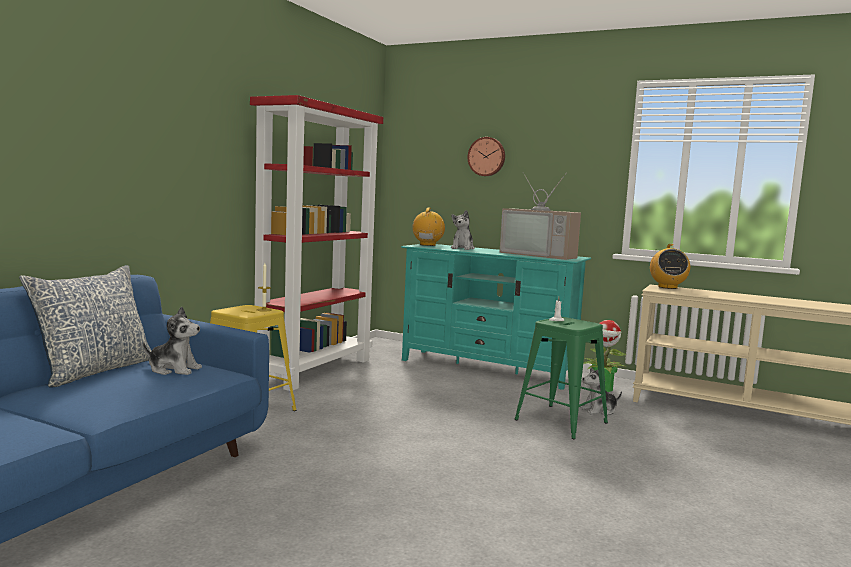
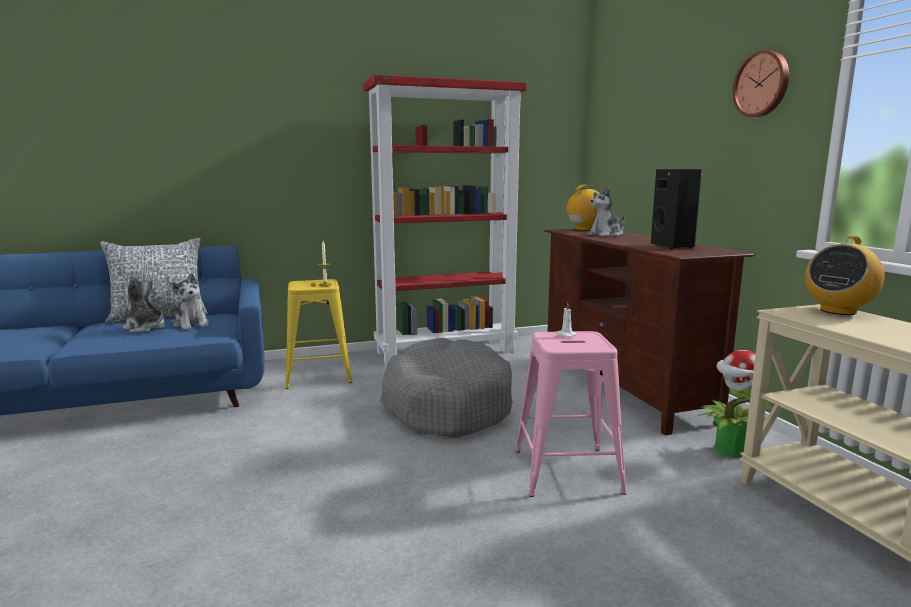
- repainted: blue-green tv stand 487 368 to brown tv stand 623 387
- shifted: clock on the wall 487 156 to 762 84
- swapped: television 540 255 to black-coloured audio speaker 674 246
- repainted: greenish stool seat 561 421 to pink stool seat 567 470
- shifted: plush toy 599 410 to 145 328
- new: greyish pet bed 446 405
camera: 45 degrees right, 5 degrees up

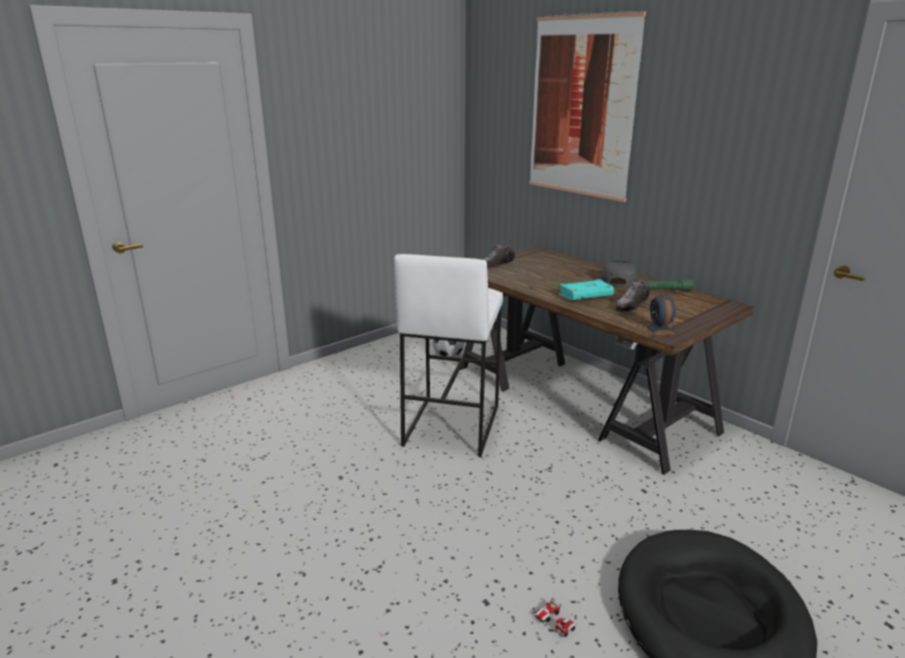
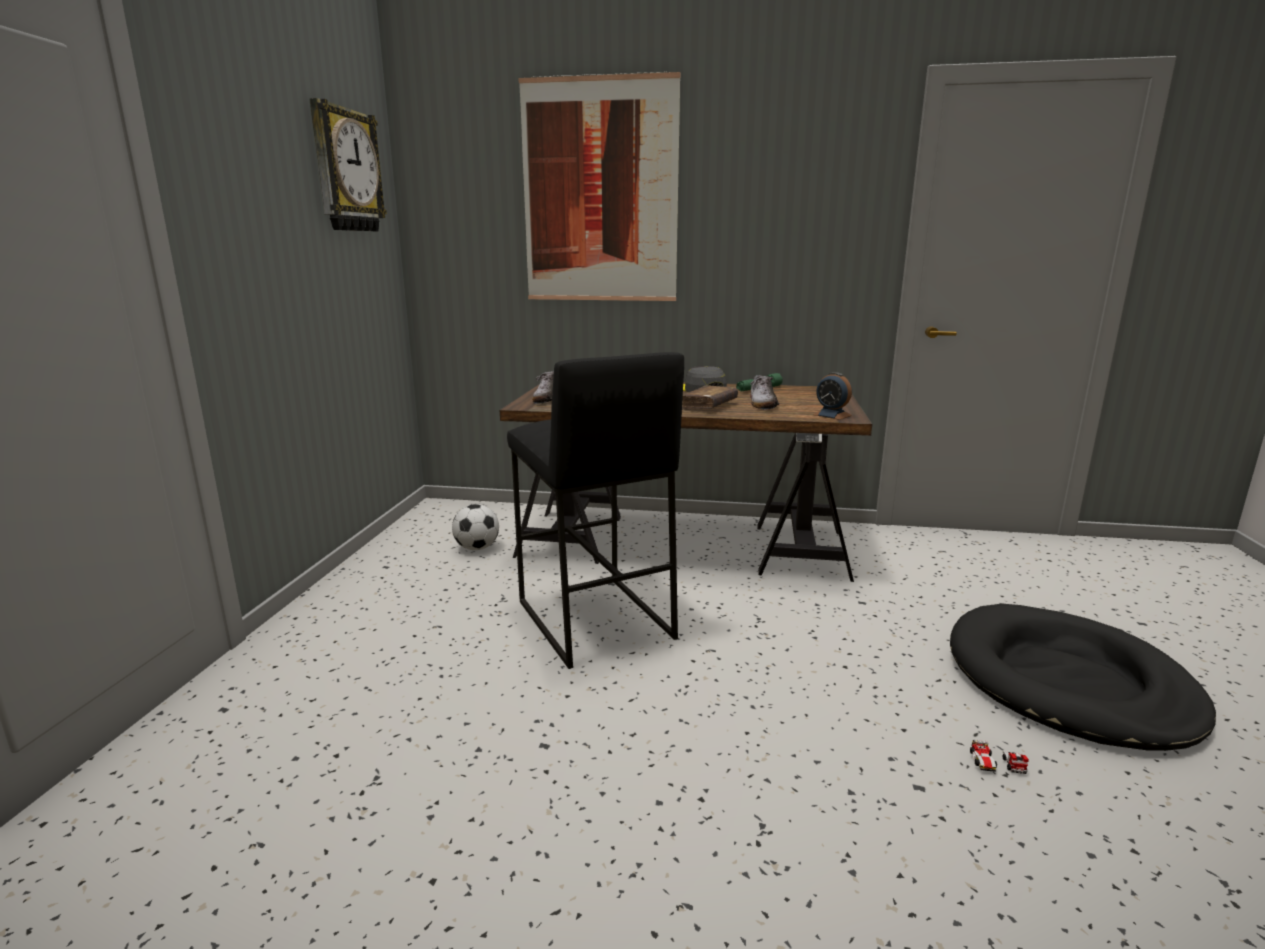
- repainted: whitish stool seat 450 425 to black-coloured stool seat 592 619
- repainted: blue-green bound book 585 297 to brown bound book 708 406
- new: clock on the wall 346 171
camera: 40 degrees left, 5 degrees down

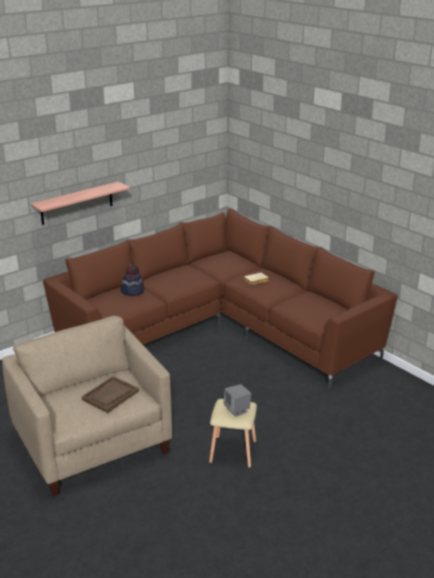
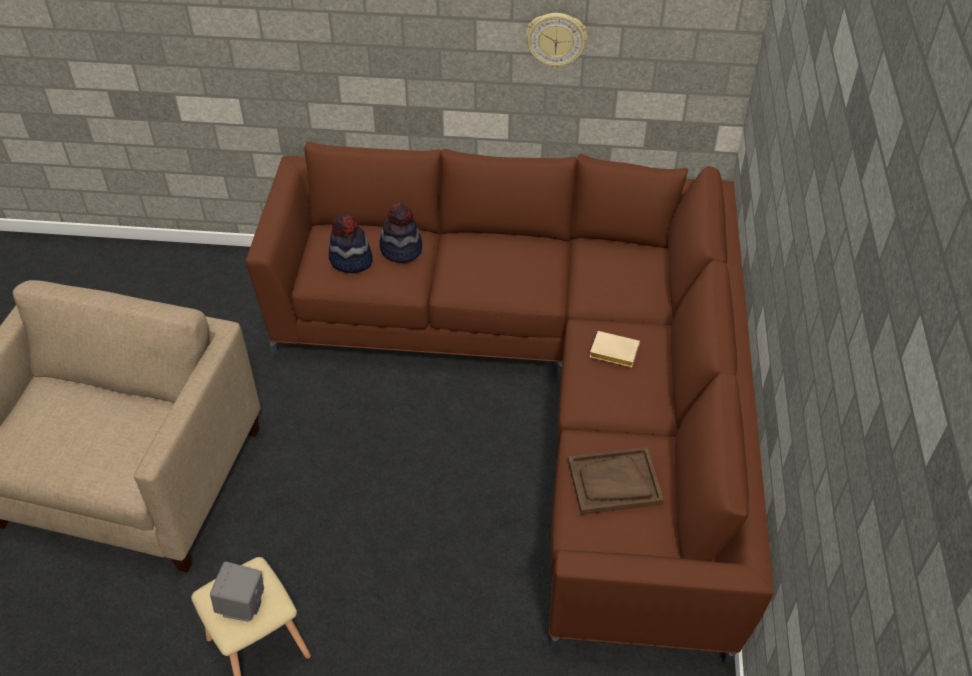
- gone: wall shelf 77 203
- shifted: brown serving tray 110 395 to 614 482
- new: hat 350 260
- new: clock on the wall 556 39
camera: 45 degrees right, 20 degrees up

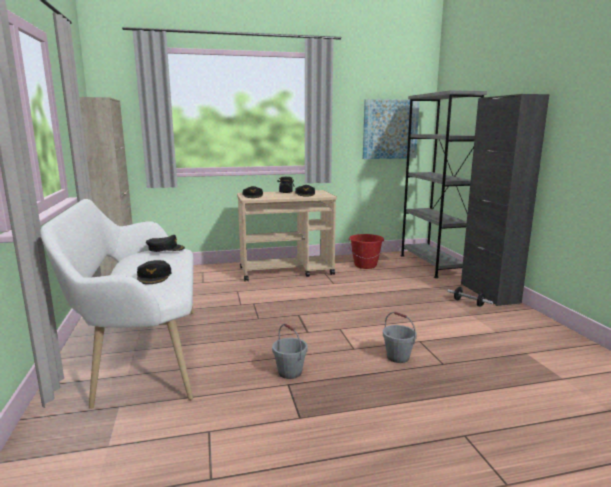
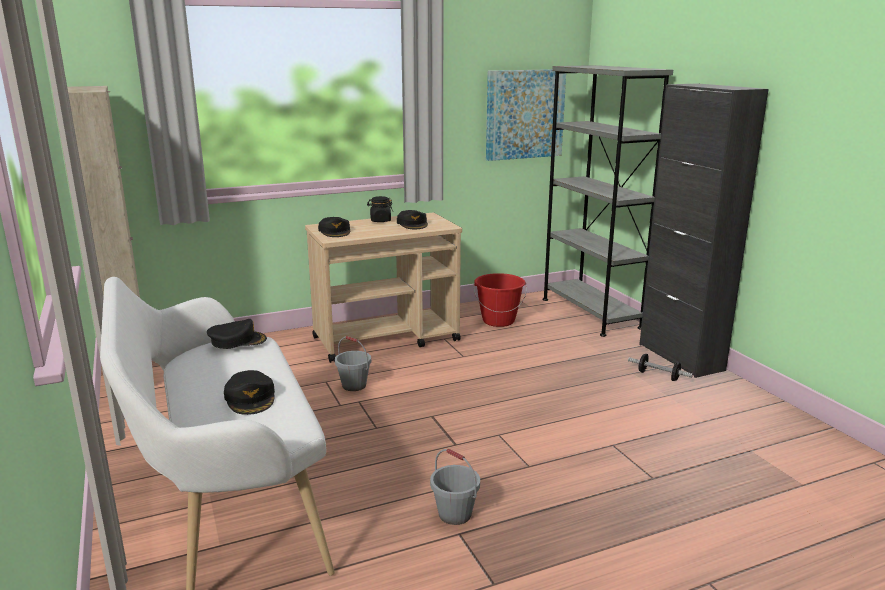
- shifted: greyish bucket 398 357 to 354 385
camera: 10 degrees left, 5 degrees up

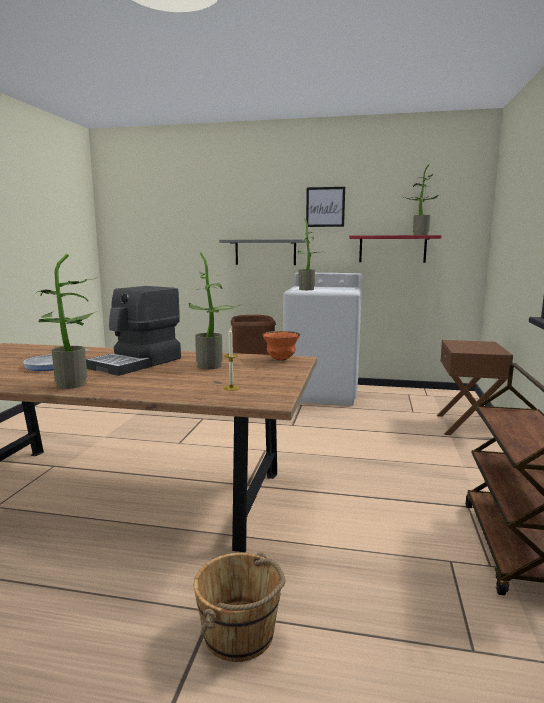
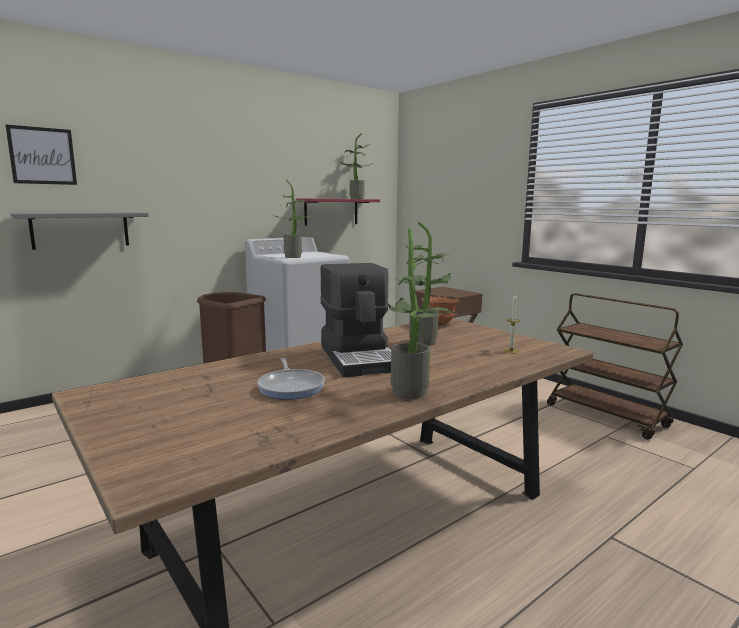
- gone: brown bucket 240 634
- shifted: greyish wall shelf 265 252 to 81 230
- shifted: picture 325 207 to 42 156
camera: 50 degrees left, 0 degrees up

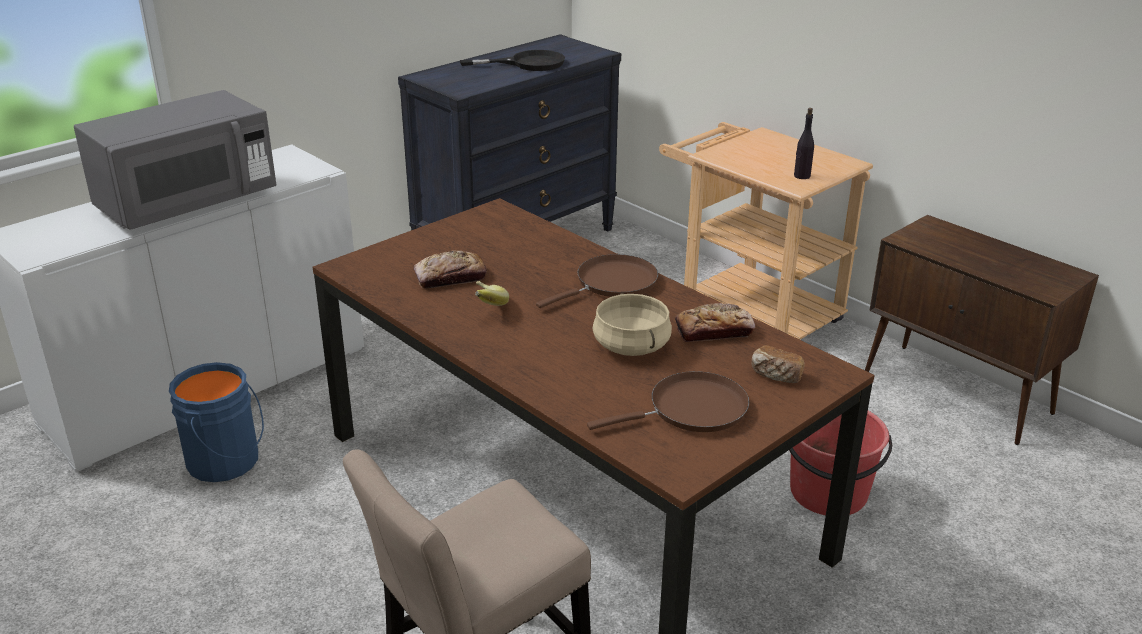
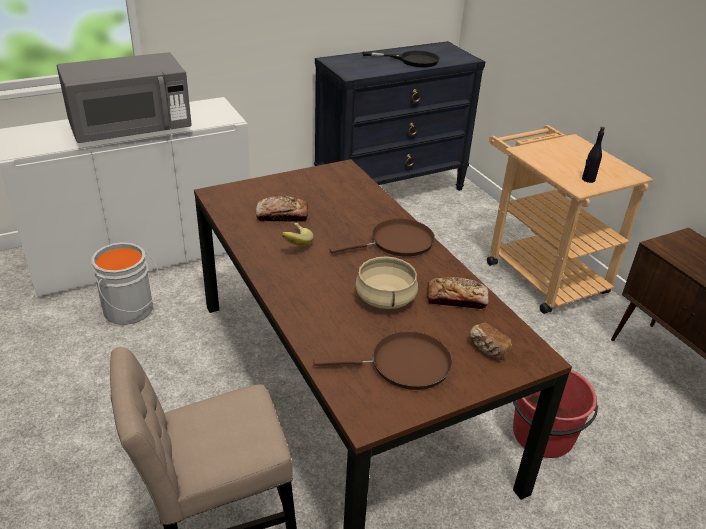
- repainted: blue-coloured bucket 226 461 to greyish bucket 130 310
camera: 15 degrees right, 5 degrees up

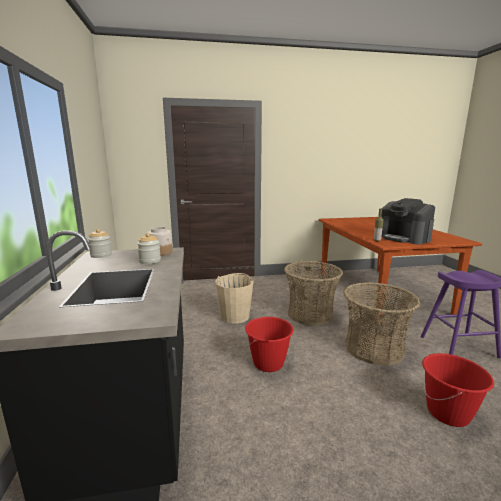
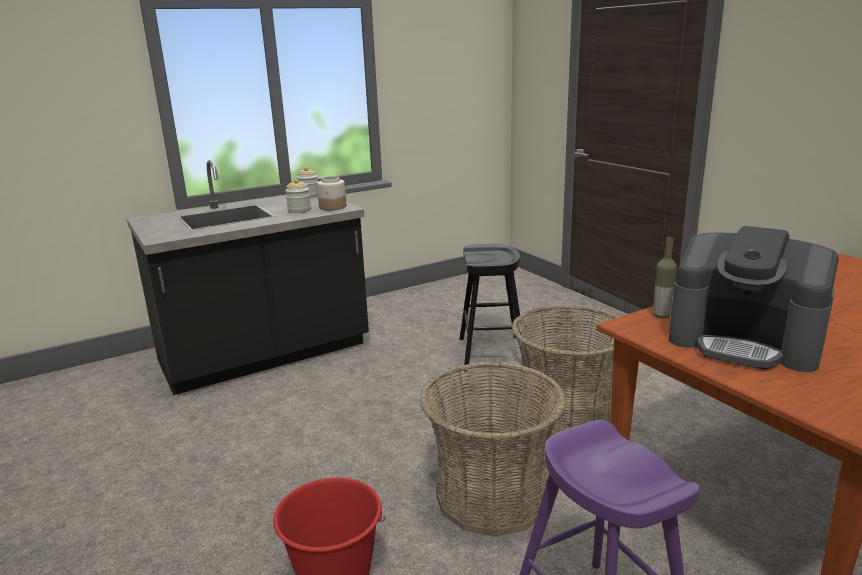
- swapped: sand-coloured bucket 235 316 to black-coloured stool seat 491 353
- gone: reddish bucket 268 363
- rotated: coffee machine 403 238 = 745 342 90 degrees counterclockwise
camera: 70 degrees right, 5 degrees up

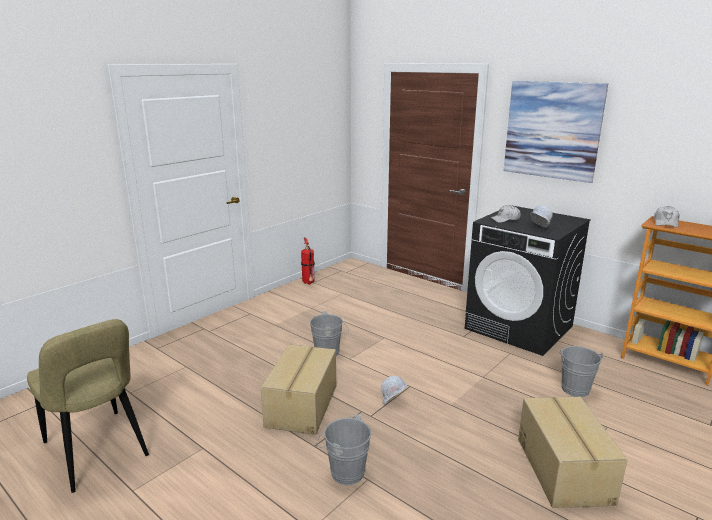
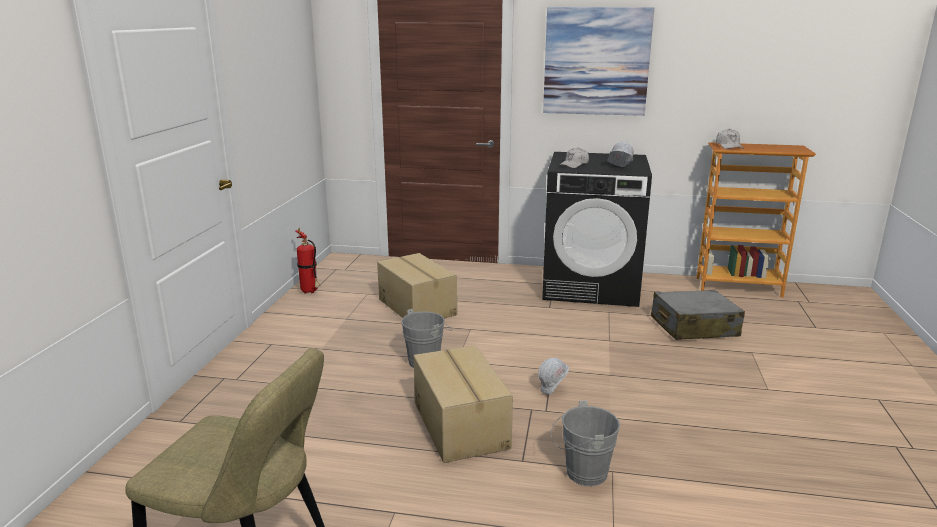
- shifted: cardboard box 564 469 to 417 307
- swapped: greyish bucket 574 387 to greyish suitcase 693 327
camera: 30 degrees left, 0 degrees up

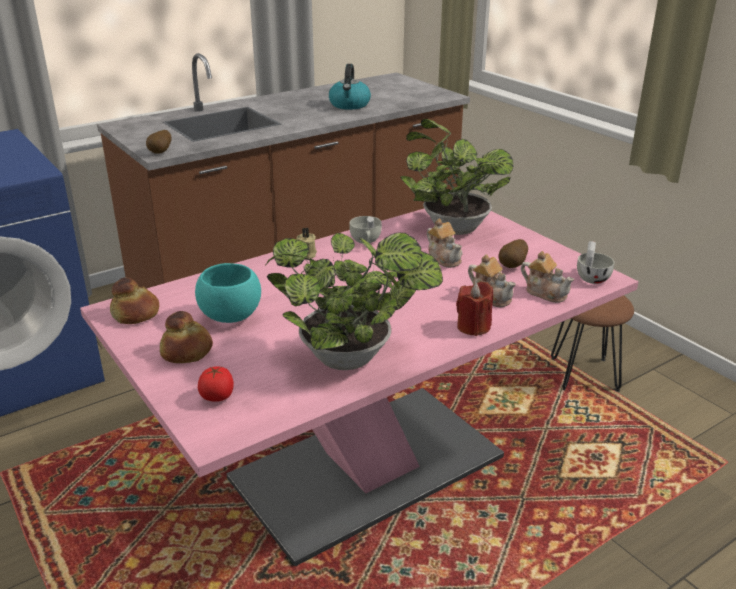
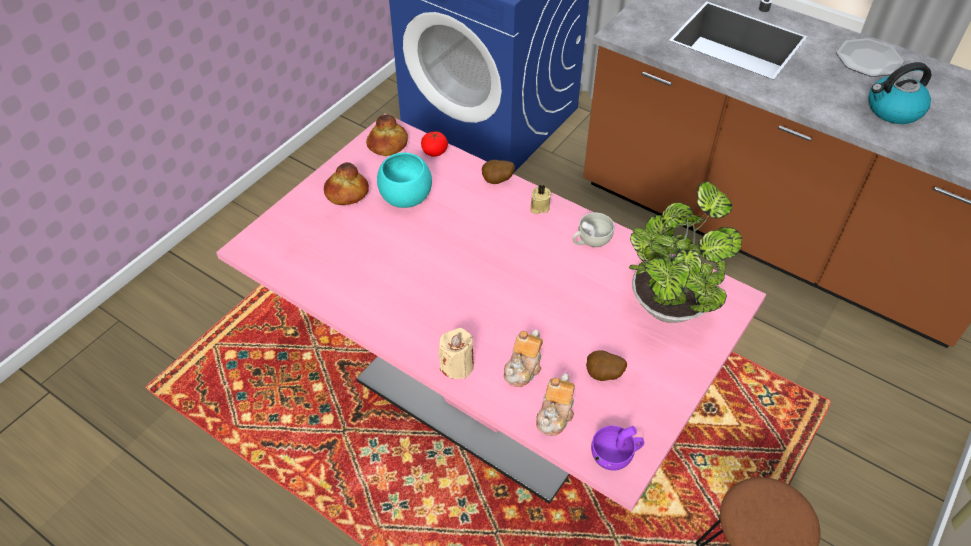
- shifted: spud 161 152 to 497 181
- shifted: tomato 217 396 to 434 152
- gone: plant in a pot 352 359
- gone: tea pot 444 258
- repainted: reddish candle 473 327 to sand-coloured candle 457 365
- repainted: whitish drinking cup 592 277 to purple-coloured drinking cup 616 456
- new: flat dish 868 59
camera: 70 degrees right, 20 degrees up

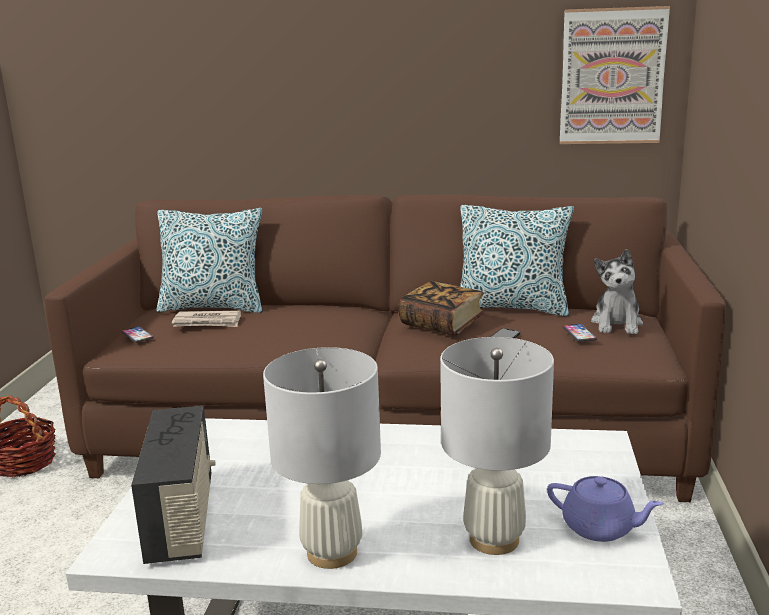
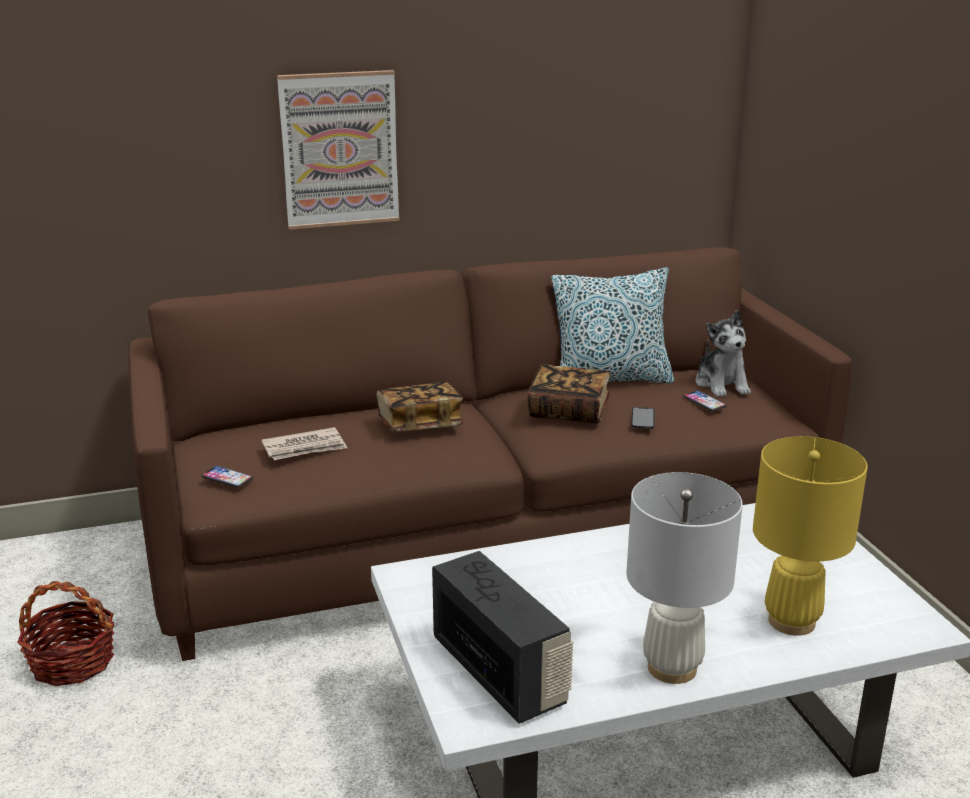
- gone: cushion 213 307
- repainted: whitish table lamp 494 539 to yellow table lamp 792 621
- gone: purple-coloured tea pot 600 528
- shifted: picture 612 76 to 339 149
- new: bound book 420 425
camera: 25 degrees left, 5 degrees up

